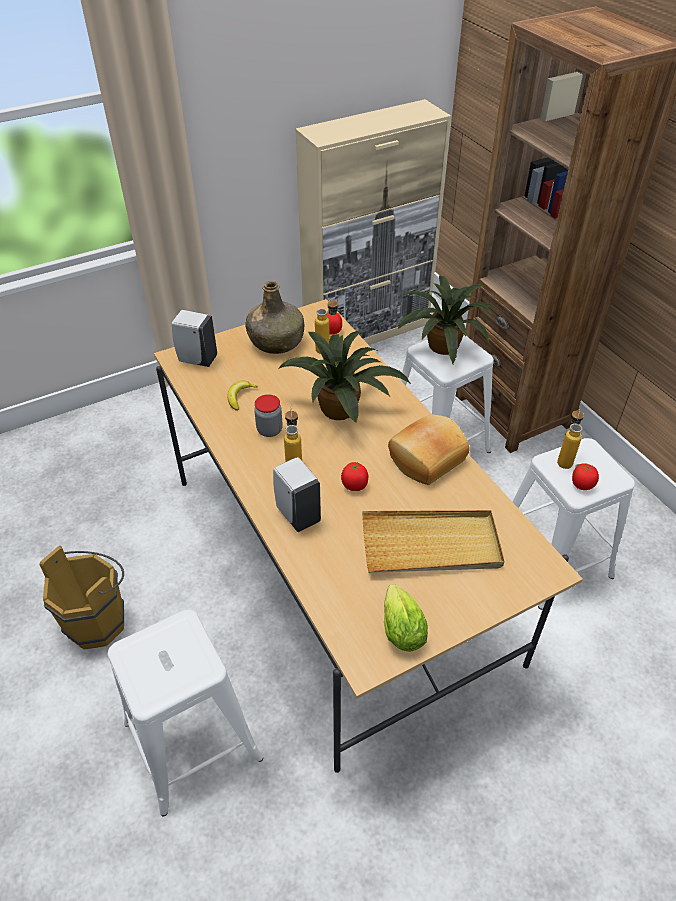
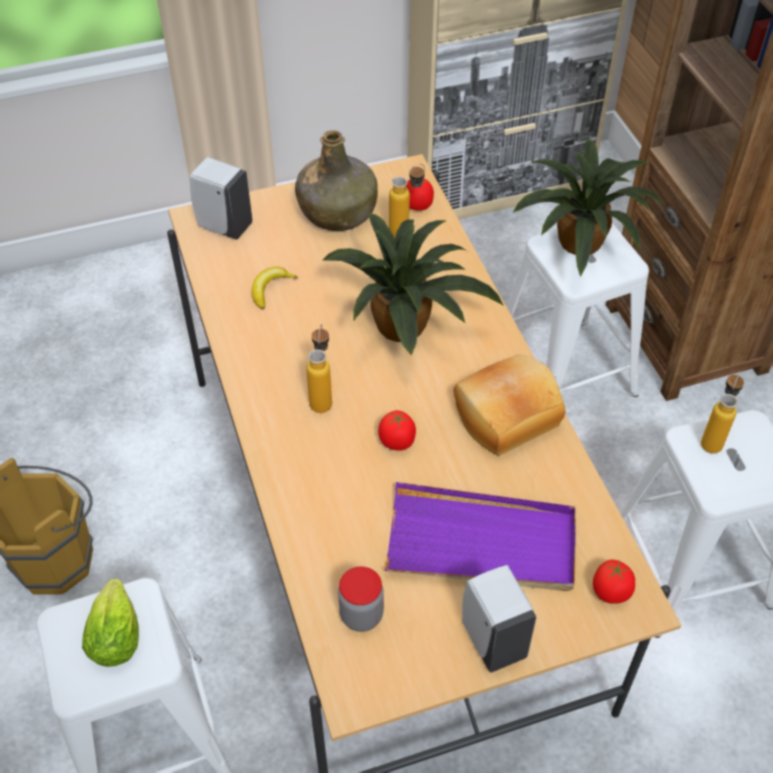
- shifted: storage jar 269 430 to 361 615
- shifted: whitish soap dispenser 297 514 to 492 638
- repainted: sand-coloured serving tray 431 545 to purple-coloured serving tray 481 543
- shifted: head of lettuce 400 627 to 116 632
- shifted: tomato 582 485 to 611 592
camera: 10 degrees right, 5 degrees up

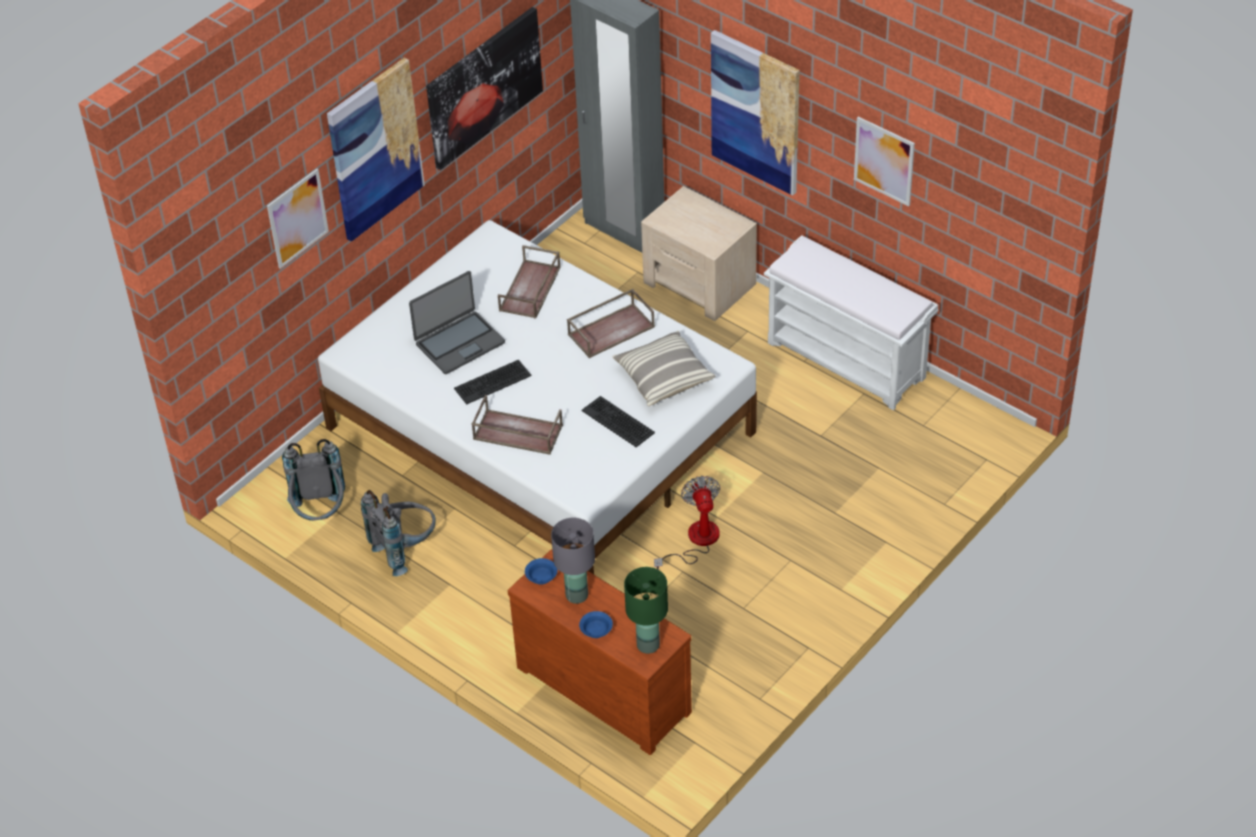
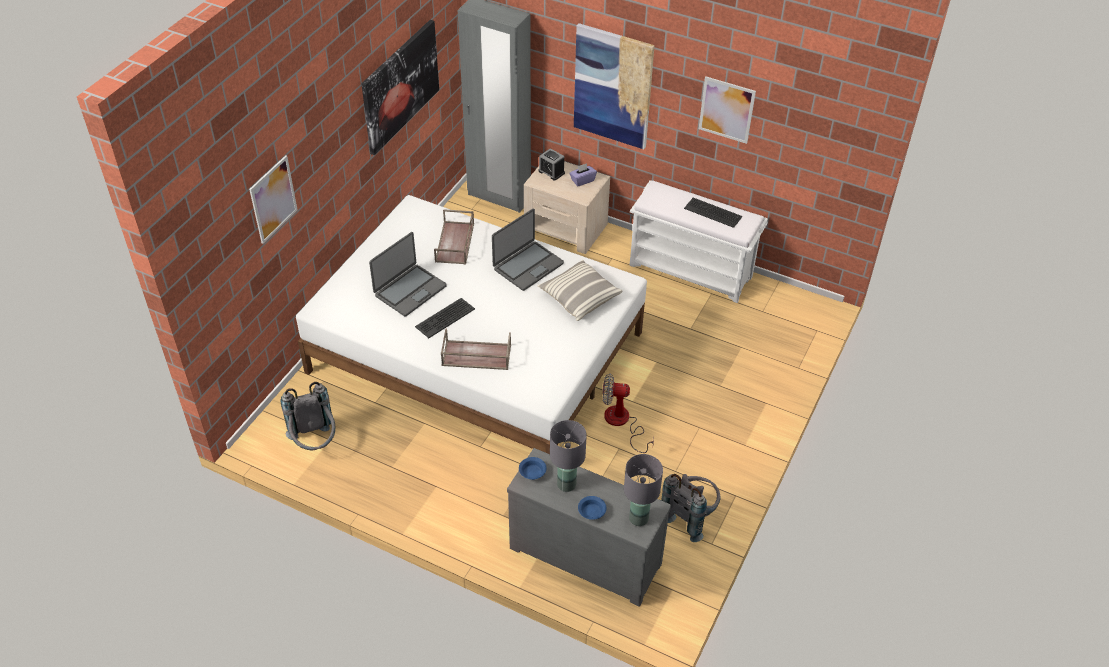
- gone: picture 374 149
- shifted: greyish rucksack 405 549 to 690 516
- repainted: brown dresser 606 686 to greyish dresser 586 553
- swapped: brown serving tray 611 330 to portable computer 527 266
- shifted: PC keyboard 618 421 to 713 212
- repainted: greenish table lamp 647 645 to greyish table lamp 638 518
- rotated: fan 695 541 = 622 423 60 degrees counterclockwise
- new: table clock 551 172
- new: purple-coloured tissue box 582 180
camera: 15 degrees left, 0 degrees up

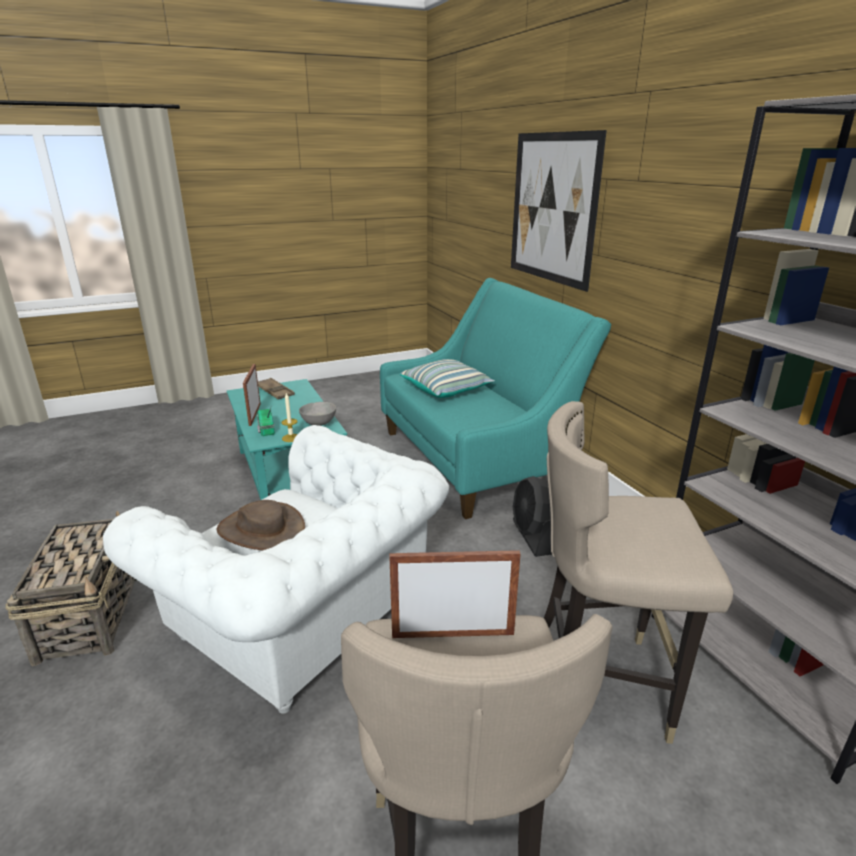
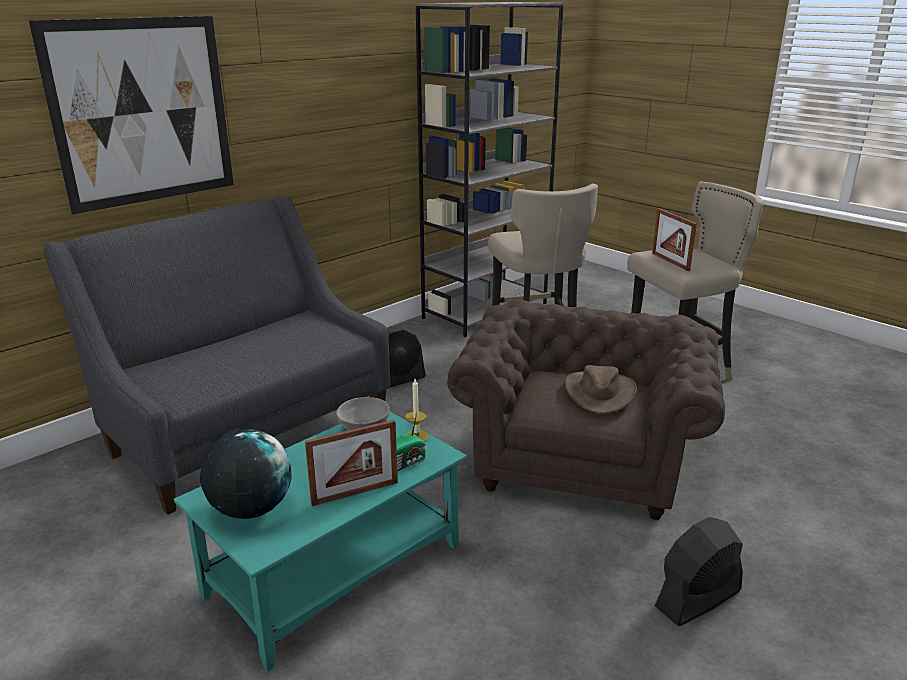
- swapped: storage basket 91 615 to black-coloured fan 697 599
- repainted: whitish armchair 306 621 to brown armchair 581 460
- swapped: brown serving tray 275 392 to desk globe 251 509
- repainted: blue-green couch 476 459 to greyish couch 245 428
- gone: cushion 446 390
camera: 110 degrees left, 0 degrees up

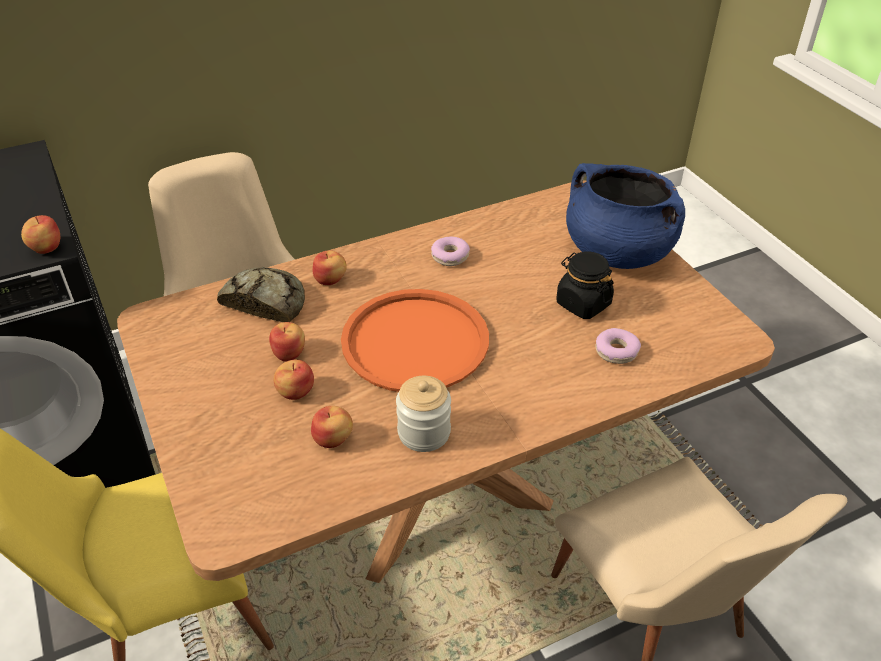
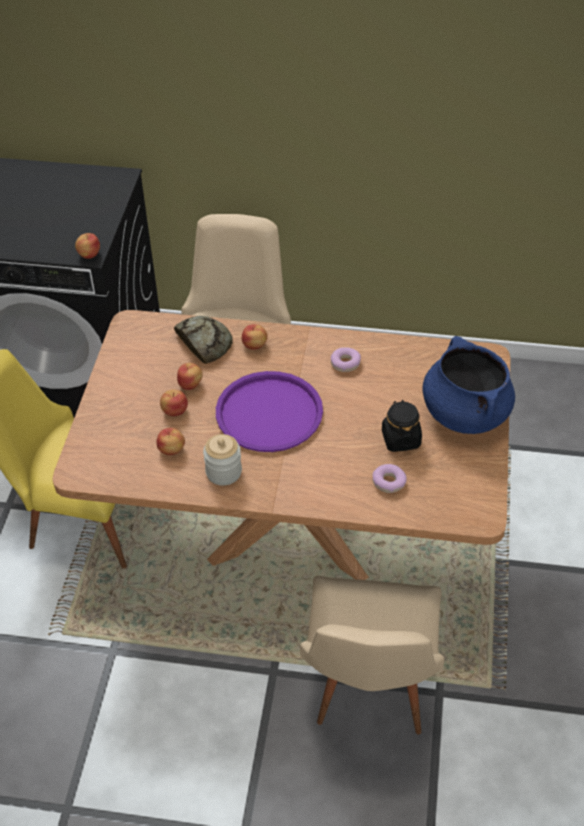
- repainted: orange-coloured serving tray 415 341 to purple-coloured serving tray 269 412
camera: 35 degrees right, 5 degrees up

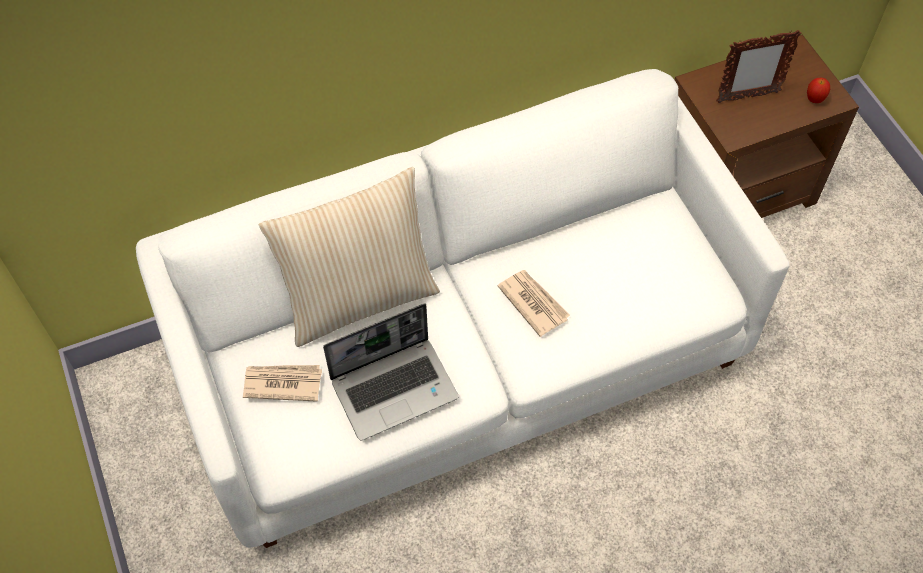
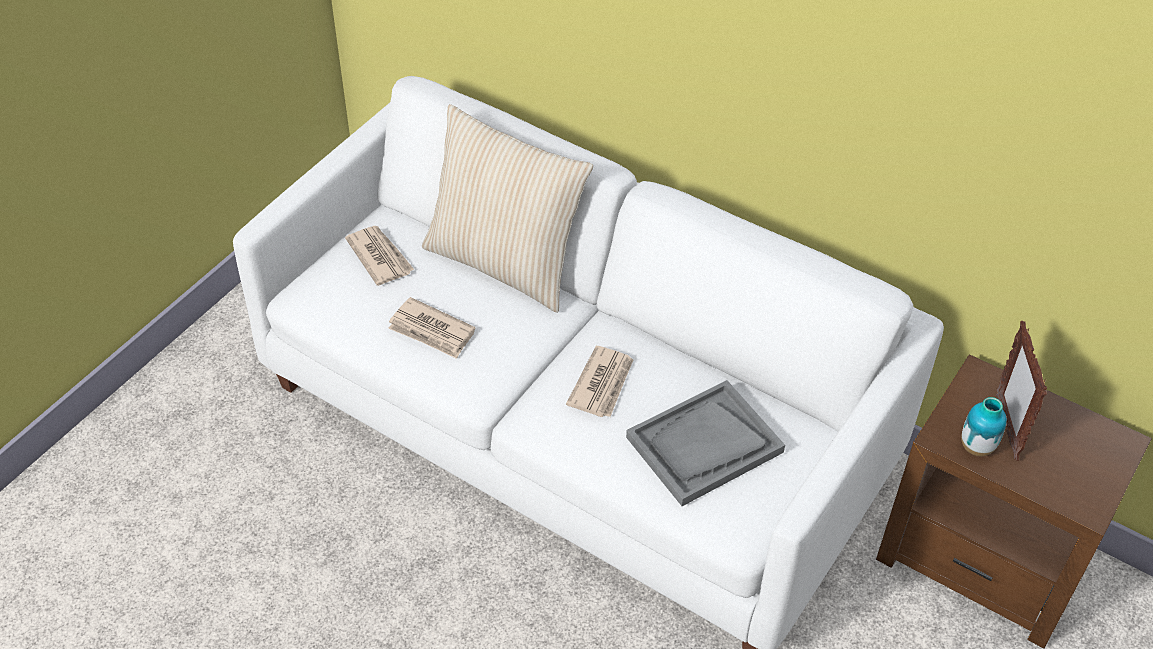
- swapped: portable computer 395 388 to newspaper 432 331
- rotated: picture frame 747 97 = 1006 426 45 degrees clockwise
- gone: whole apple 814 99
- new: greyish serving tray 704 445
- new: decorative vase 976 447
camera: 55 degrees right, 10 degrees down

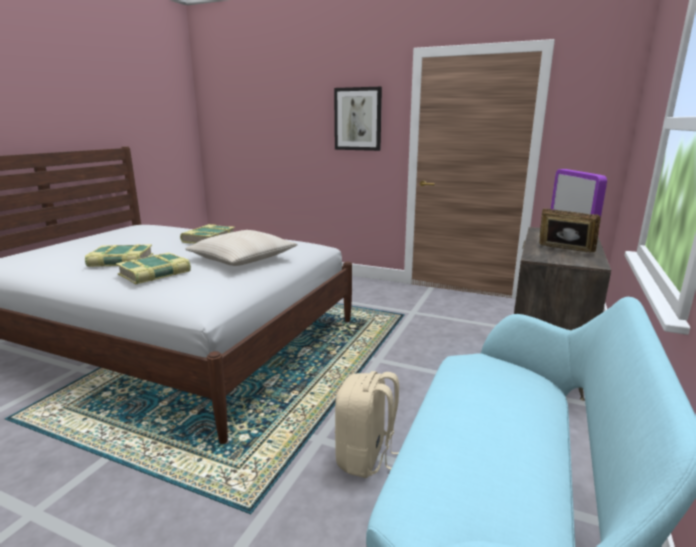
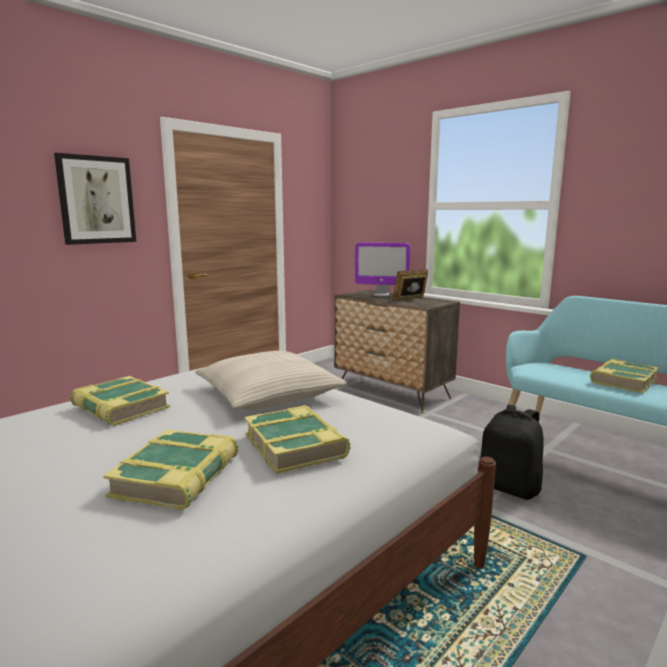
- repainted: sand-coloured rucksack 366 458 to black-coloured rucksack 510 487
- new: bound book 623 381
camera: 70 degrees left, 5 degrees down

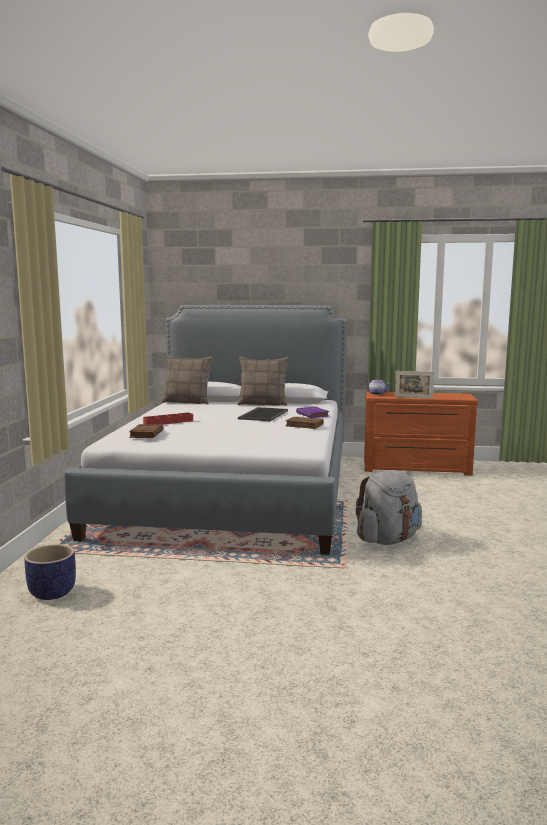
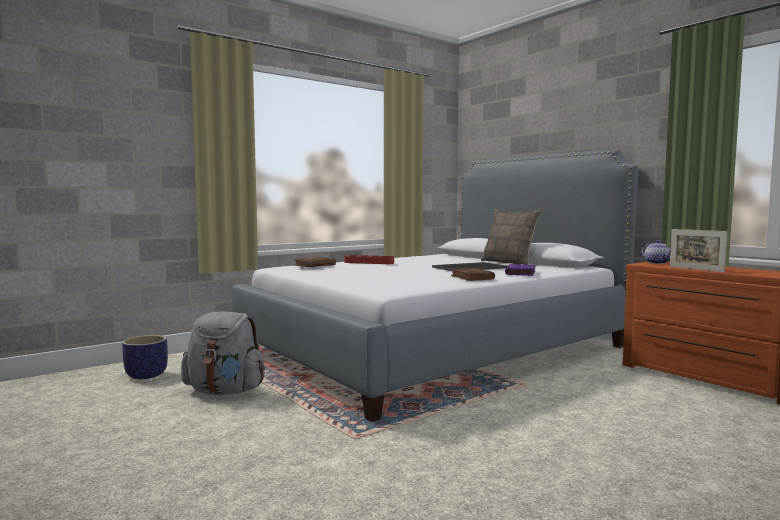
- gone: cushion 187 402
- shifted: greyish rucksack 388 540 to 225 391
camera: 45 degrees right, 5 degrees down

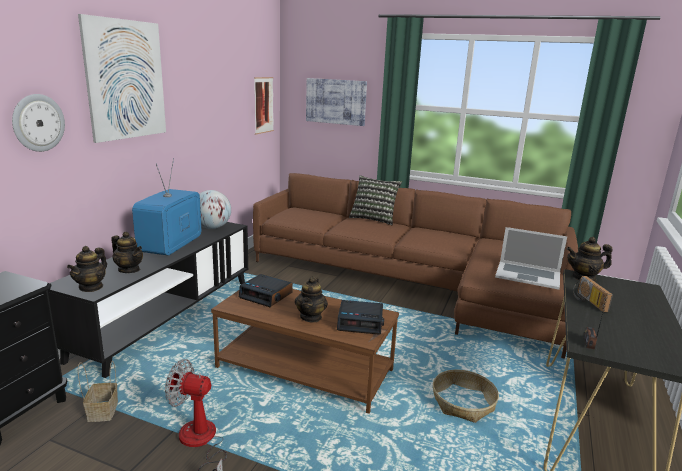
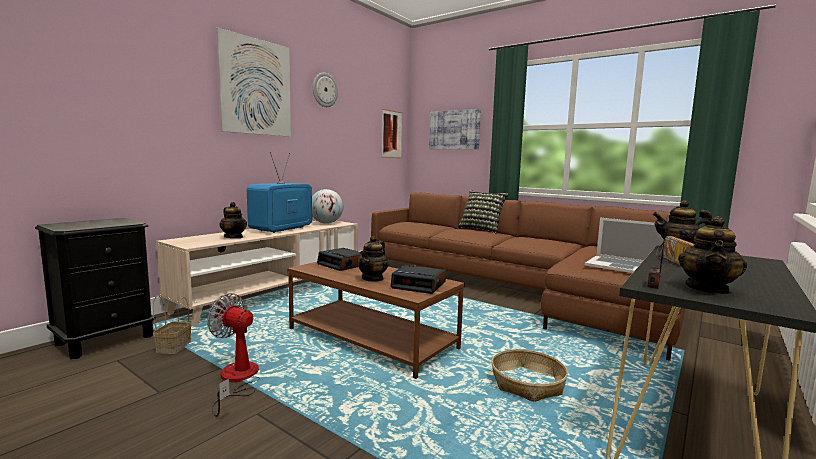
- shifted: clock on the wall 38 123 to 324 90
- repainted: black-coloured tv stand 167 317 to sand-coloured tv stand 273 294
- shifted: tea pot 91 287 to 708 289
camera: 15 degrees right, 10 degrees down

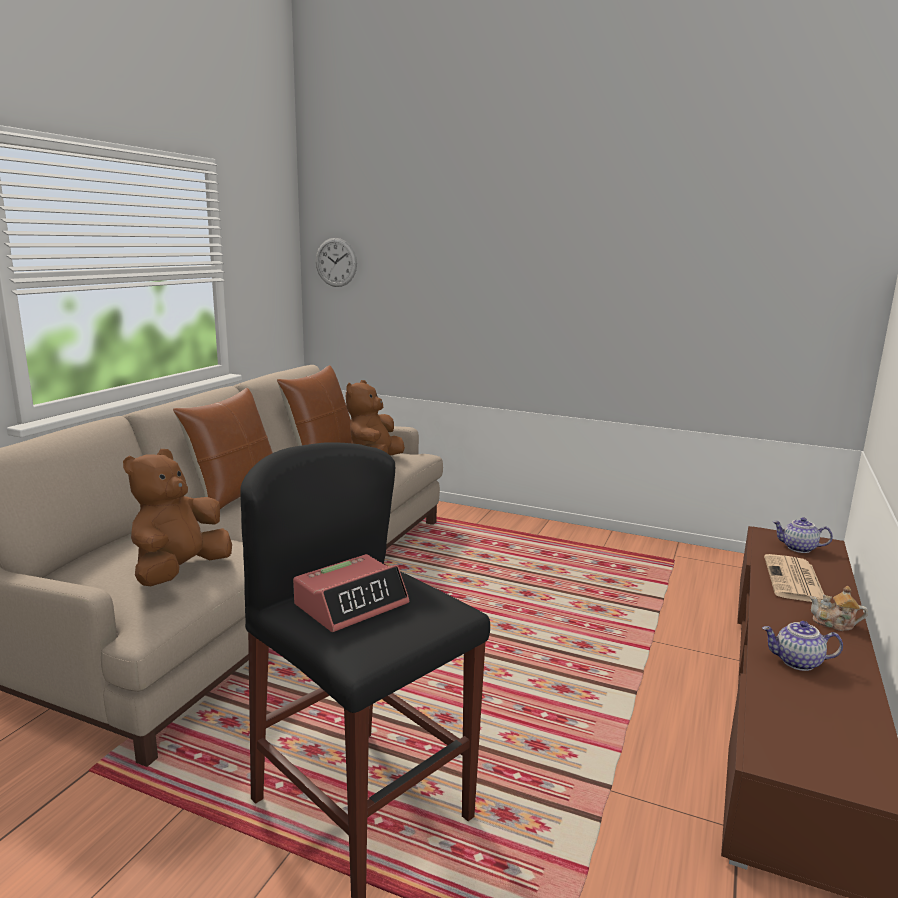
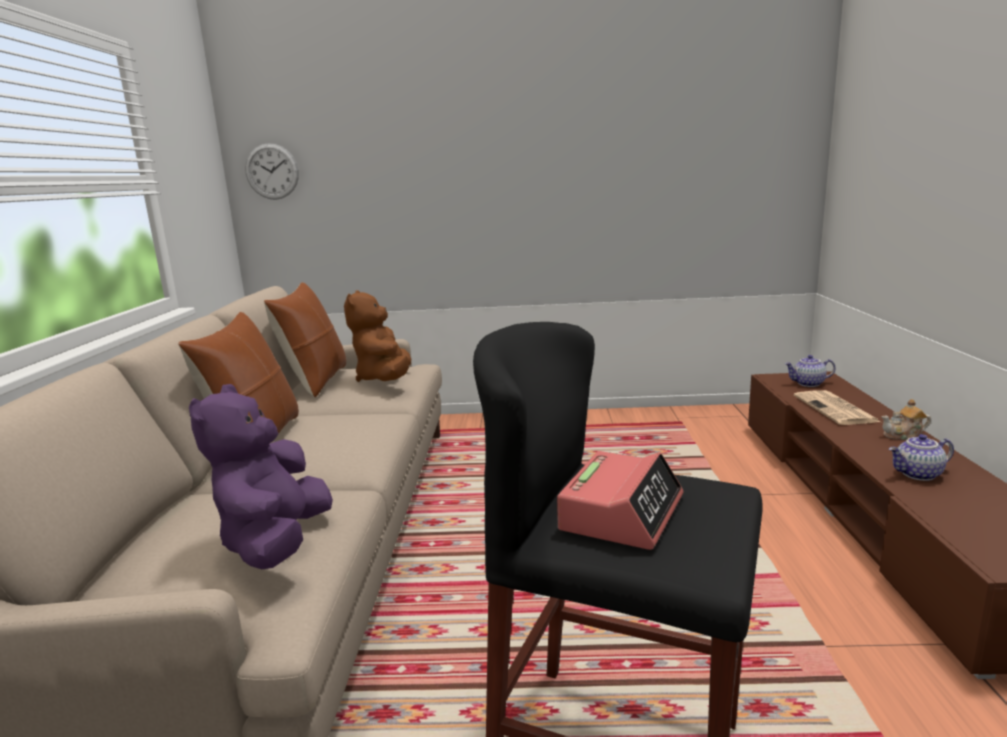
- repainted: brown plush toy 179 572 to purple-coloured plush toy 276 543
camera: 20 degrees left, 0 degrees up

